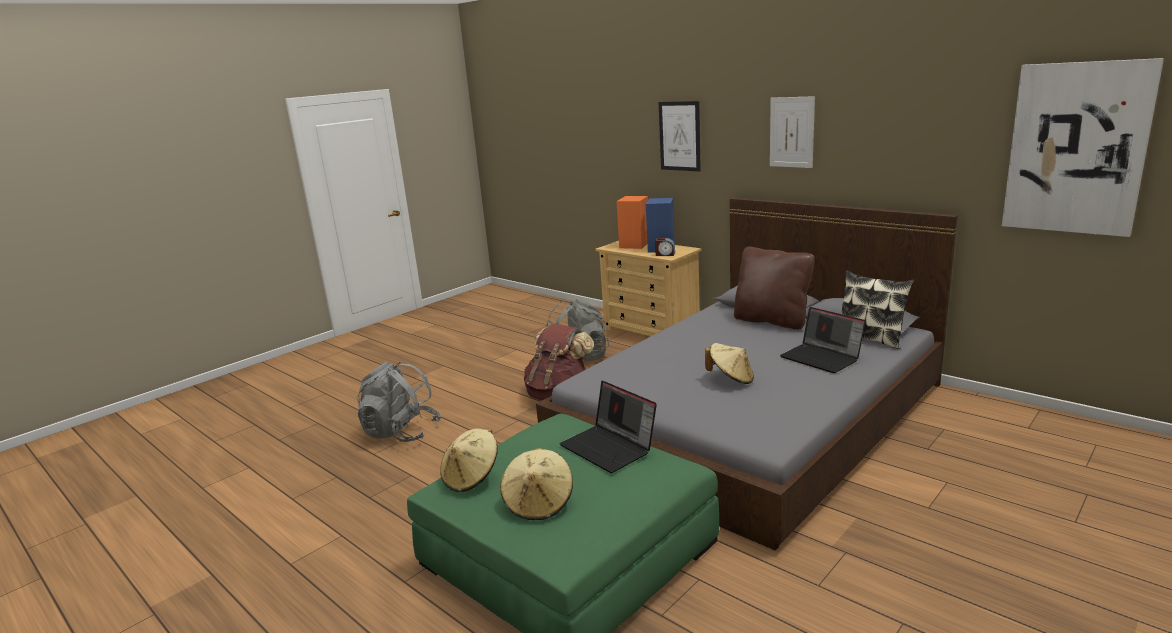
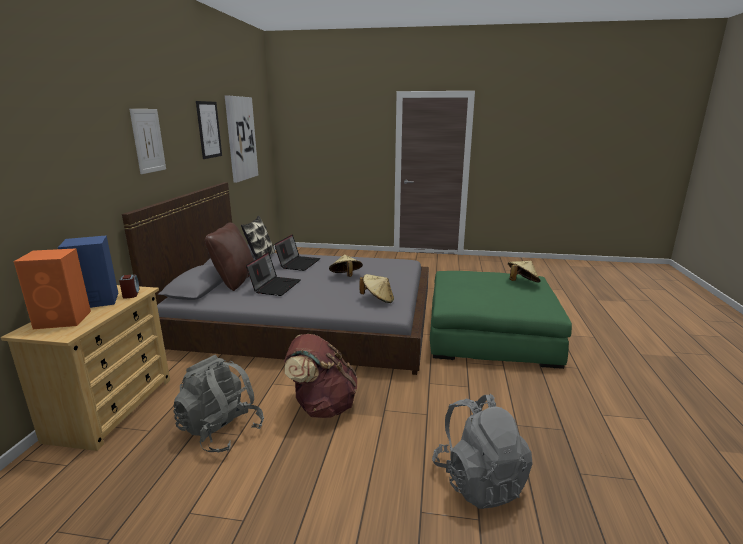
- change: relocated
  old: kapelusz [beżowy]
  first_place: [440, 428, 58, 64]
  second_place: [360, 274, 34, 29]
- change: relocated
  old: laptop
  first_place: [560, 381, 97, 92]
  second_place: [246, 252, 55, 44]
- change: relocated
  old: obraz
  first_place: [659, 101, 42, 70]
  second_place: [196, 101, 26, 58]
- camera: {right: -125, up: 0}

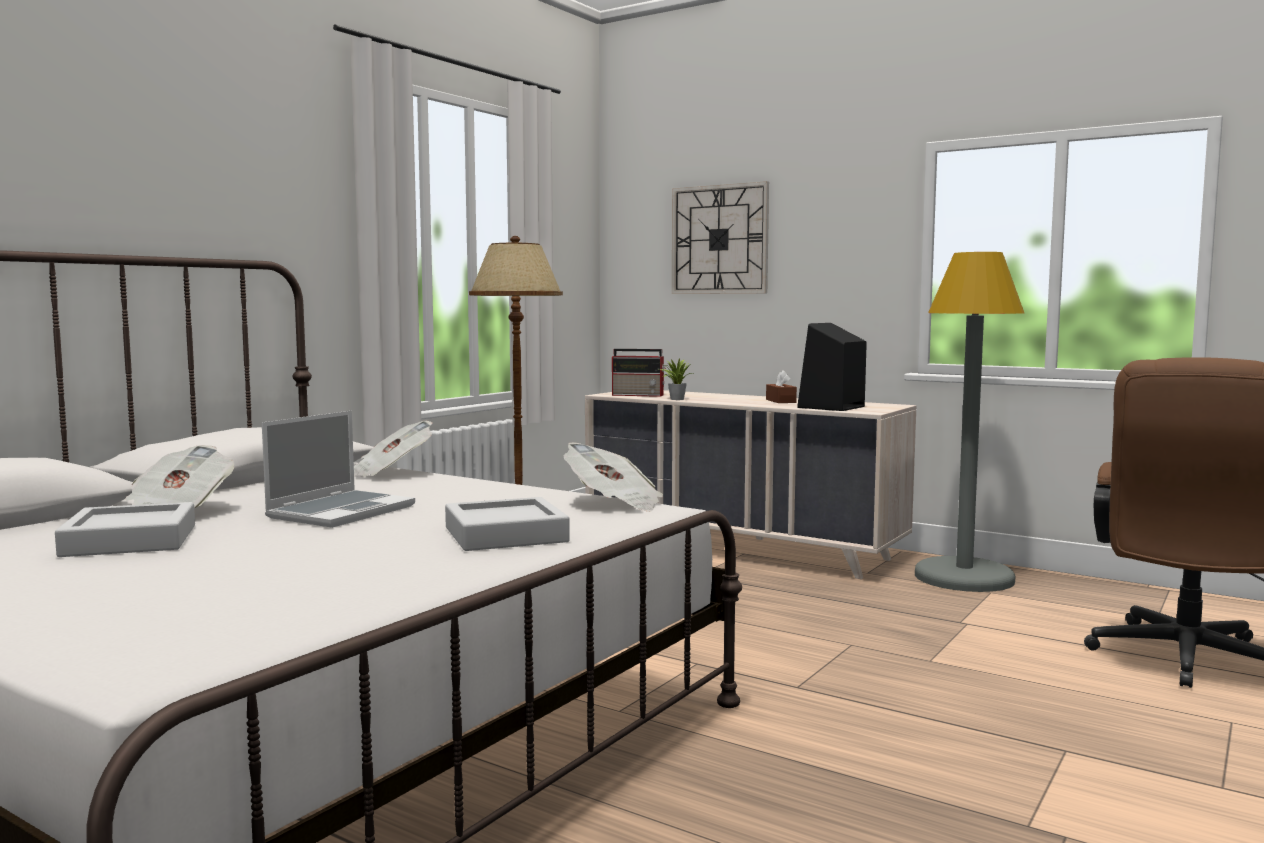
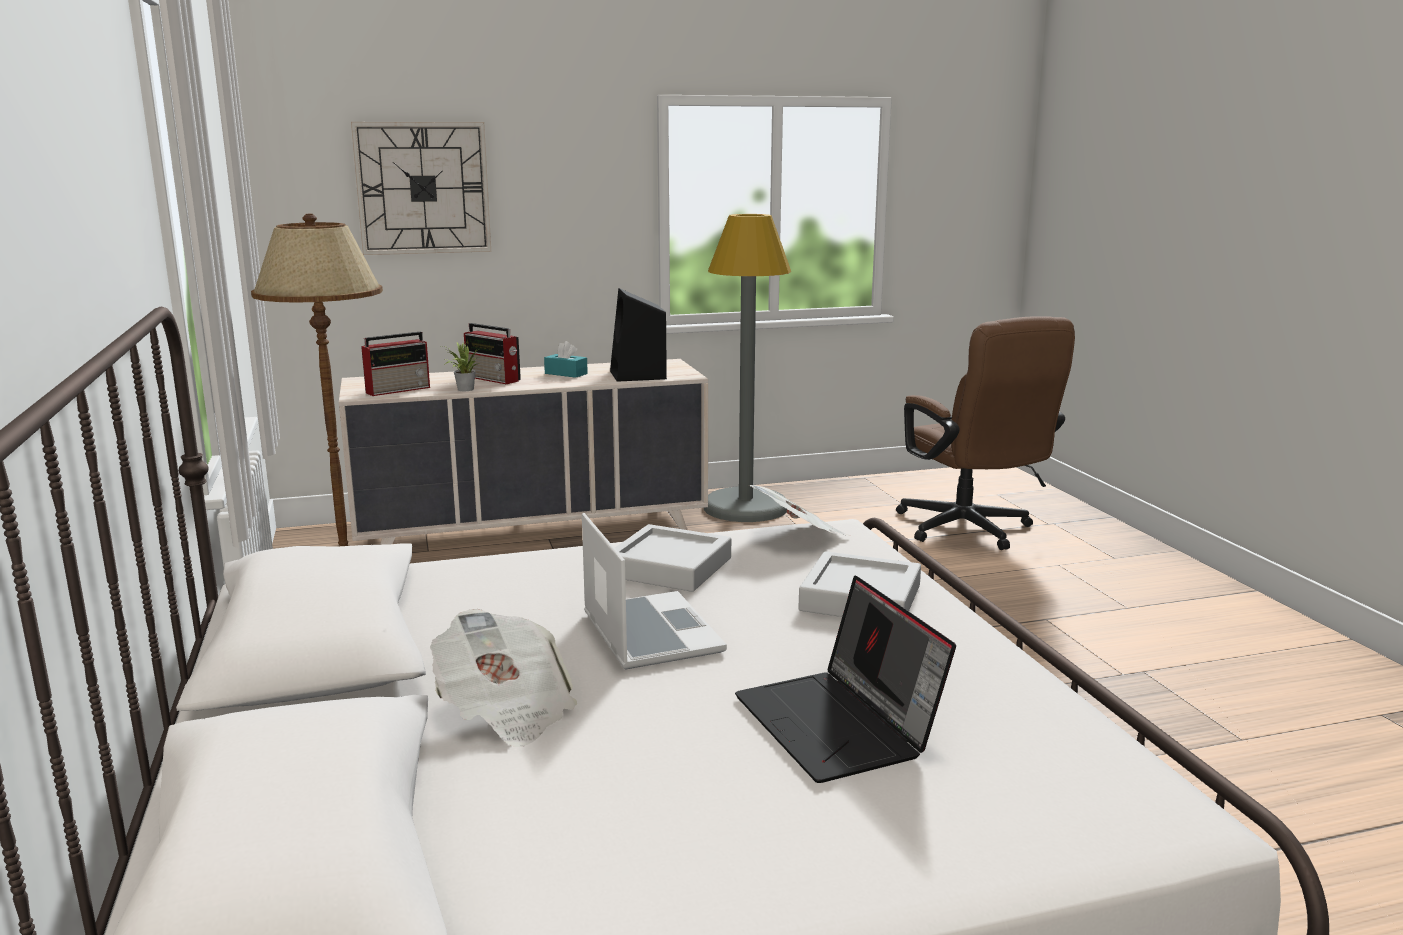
- change: relocated
  old: taca [szary]
  first_place: [55, 502, 140, 55]
  second_place: [615, 524, 116, 68]
- change: missing
  old: gazeta
  first_place: [354, 421, 79, 56]
- change: colour
  old: pudełko chusteczek [brązowy]
  new: pudełko chusteczek [turkusowy]
  first_place: [766, 370, 31, 33]
  second_place: [544, 341, 44, 37]
- change: appeared
  new: radio
  second_place: [464, 323, 57, 61]
- change: appeared
  new: laptop
  second_place: [735, 575, 221, 208]
- camera: {right: -50, up: 10}

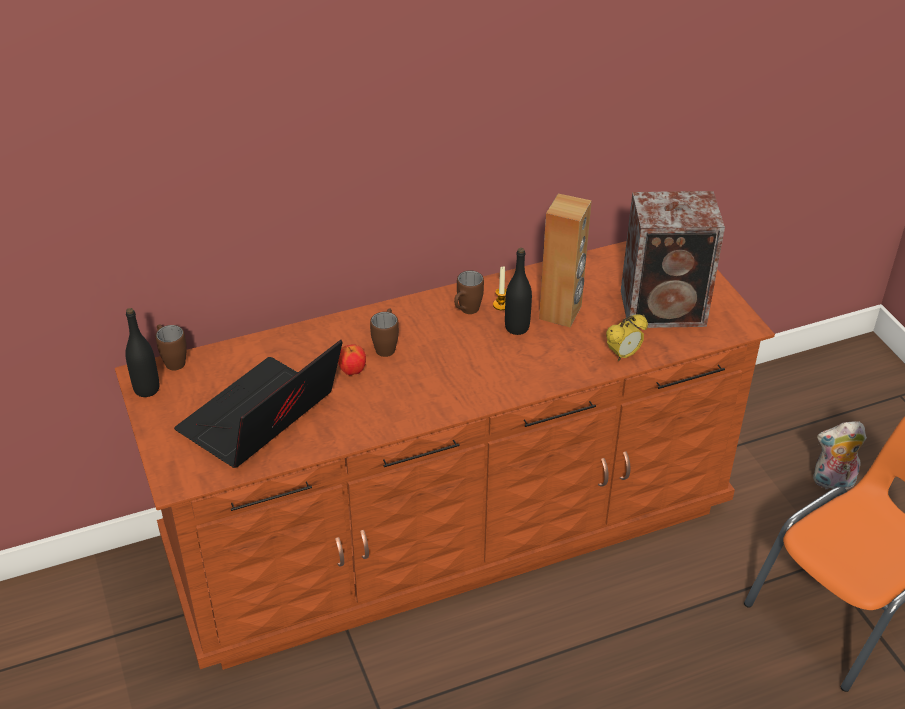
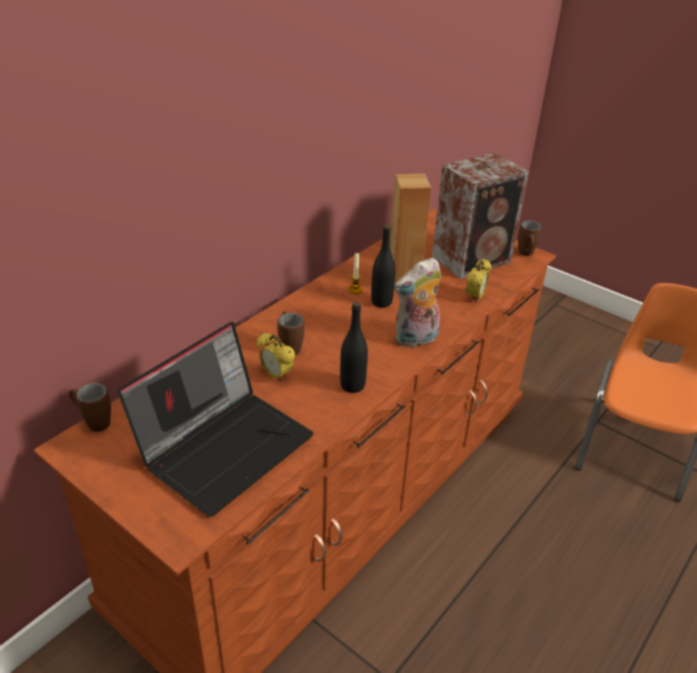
- change: relocated
  old: butelka [czarny]
  first_place: [125, 308, 34, 89]
  second_place: [340, 302, 28, 91]
- change: spun
  old: laptop
  first_place: [174, 340, 169, 128]
  second_place: [117, 322, 197, 195]
  degrees: -150
- change: exchanged
  old: jabłko
  new: budzik
  first_place: [338, 344, 28, 31]
  second_place: [257, 333, 38, 49]
- change: relocated
  old: kubek [brązowy]
  first_place: [454, 271, 30, 43]
  second_place: [518, 220, 24, 36]
- change: relocated
  old: pluszak
  first_place: [813, 422, 54, 68]
  second_place: [394, 258, 47, 89]
- camera: {right: -30, up: -5}

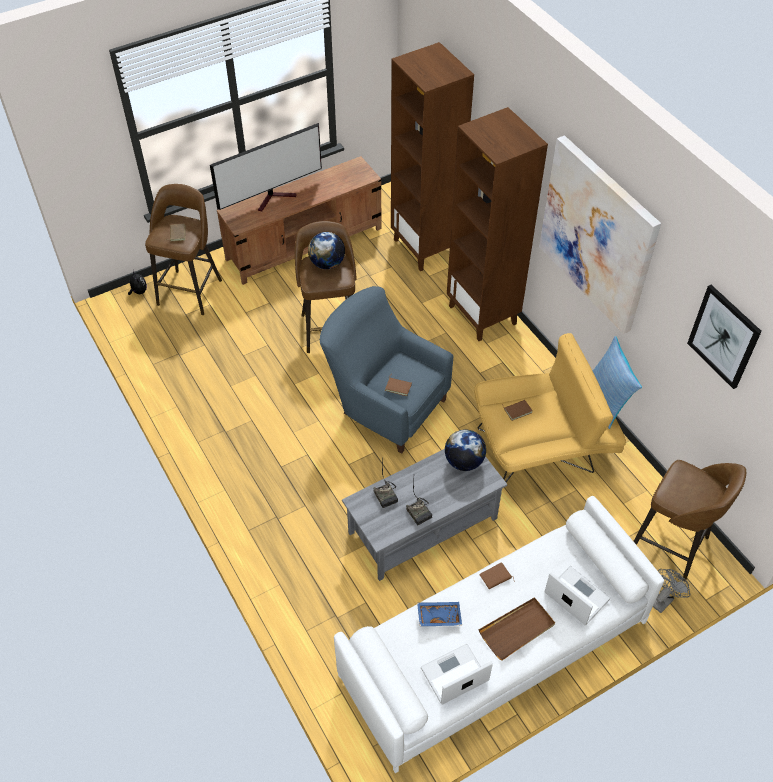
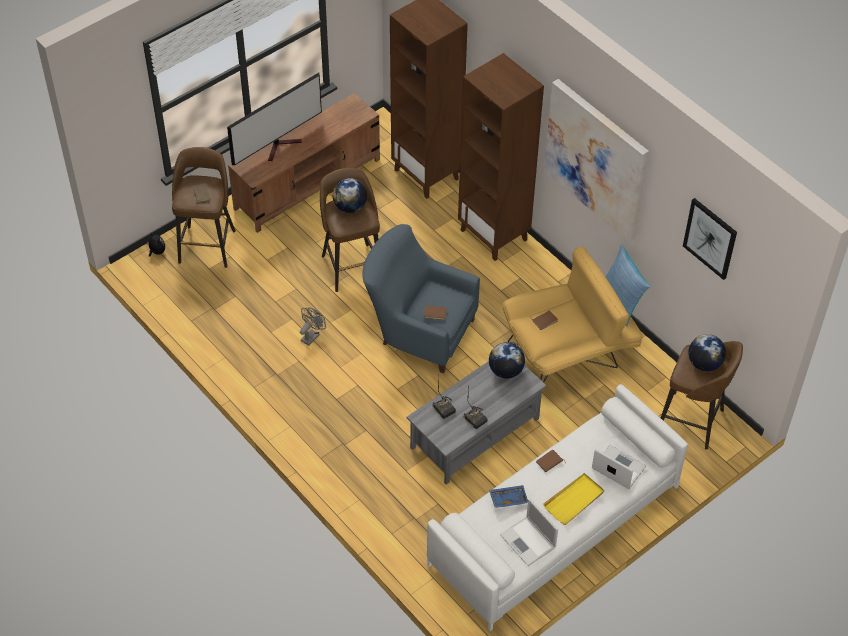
- change: spun
  old: laptop
  first_place: [421, 644, 72, 61]
  second_place: [500, 499, 58, 67]
  degrees: -90
- change: colour
  old: taca [brązowy]
  new: taca [żółty]
  first_place: [478, 597, 77, 64]
  second_place: [543, 473, 61, 52]
- change: relocated
  old: wentylator [szary]
  first_place: [653, 569, 37, 44]
  second_place: [300, 308, 26, 38]
- change: appeared
  new: globus
  second_place: [688, 334, 38, 37]
- camera: {right: -10, up: 0}

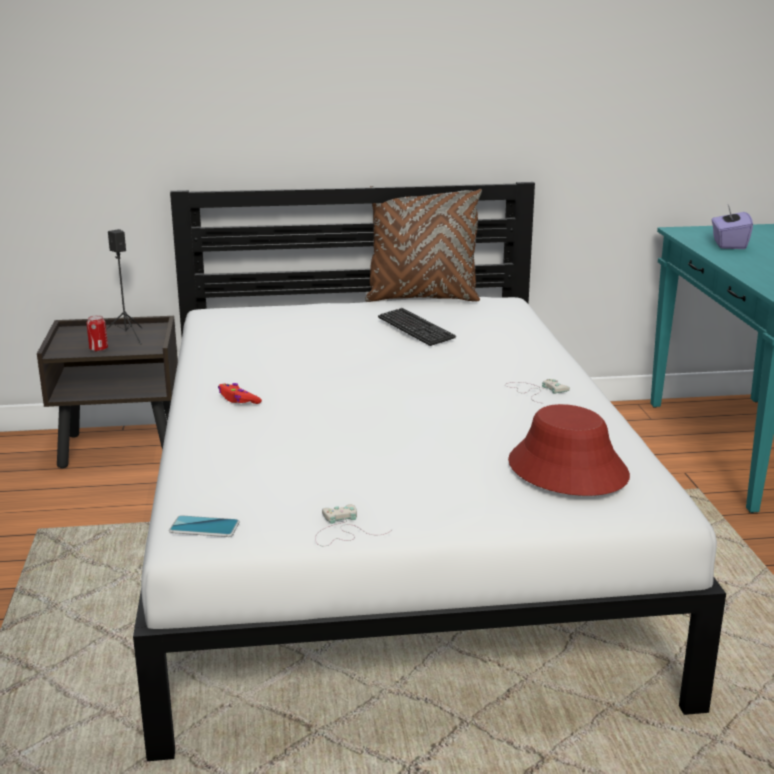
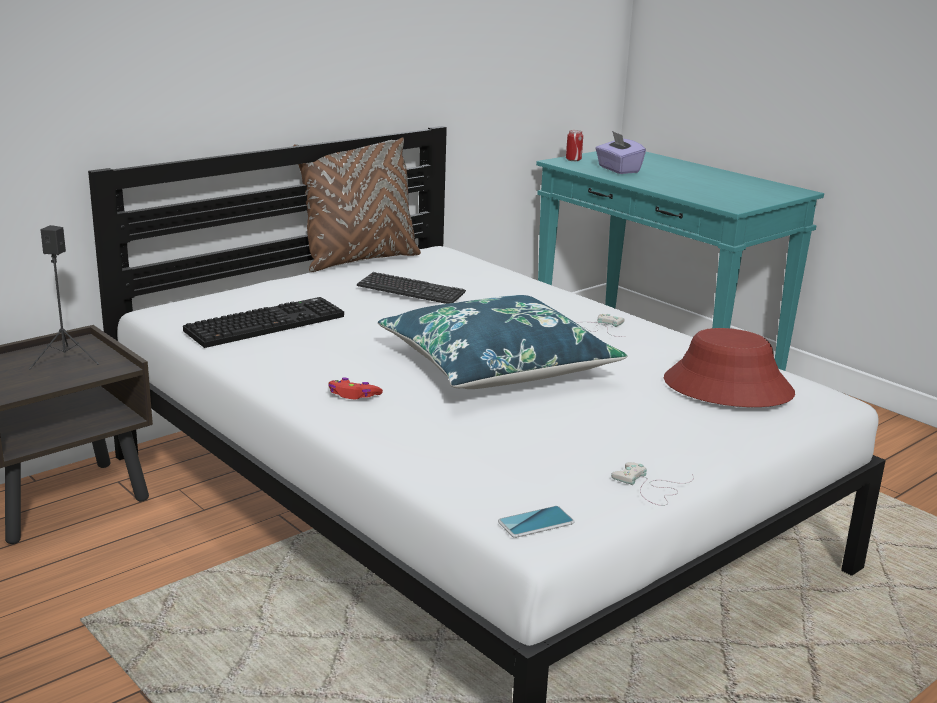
- change: relocated
  old: puszka
  first_place: [87, 315, 21, 37]
  second_place: [566, 130, 17, 31]
- change: appeared
  new: klawiatura
  second_place: [183, 297, 161, 51]
- change: appeared
  new: poduszka [niebieski]
  second_place: [378, 295, 249, 94]
- camera: {right: -35, up: 0}

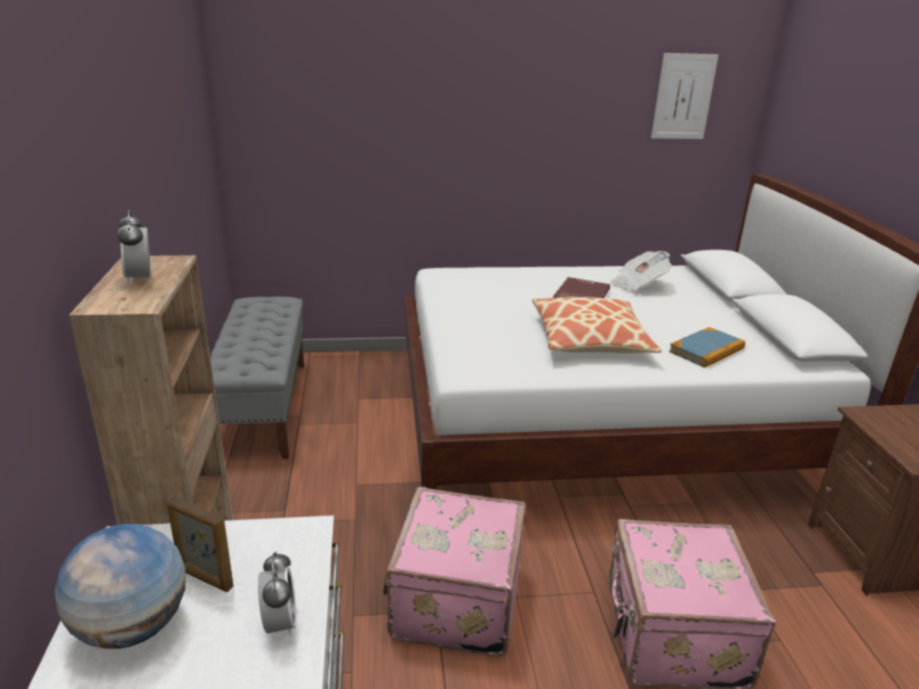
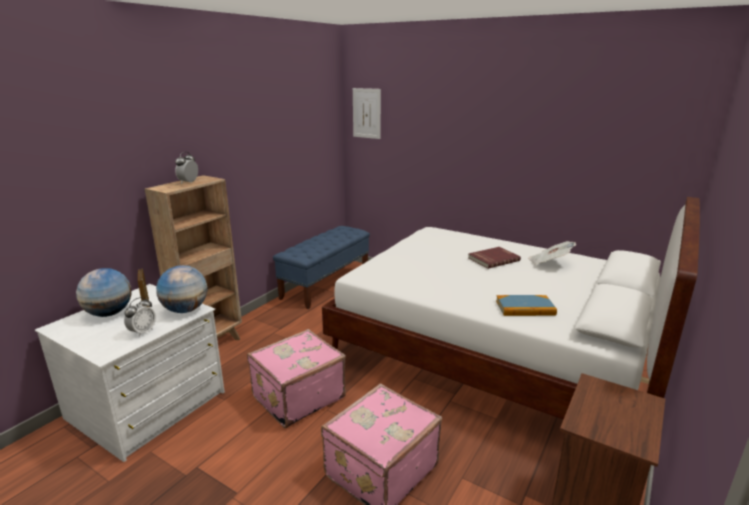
- change: colour
  old: ławka [szary]
  new: ławka [niebieski]
  first_place: [210, 296, 94, 163]
  second_place: [273, 226, 97, 83]
- change: missing
  old: poduszka
  first_place: [532, 297, 130, 56]
- change: relocated
  old: obraz
  first_place: [651, 53, 67, 86]
  second_place: [353, 88, 28, 51]
- change: appeared
  new: globus
  second_place: [156, 265, 51, 48]
- camera: {right: 40, up: -5}

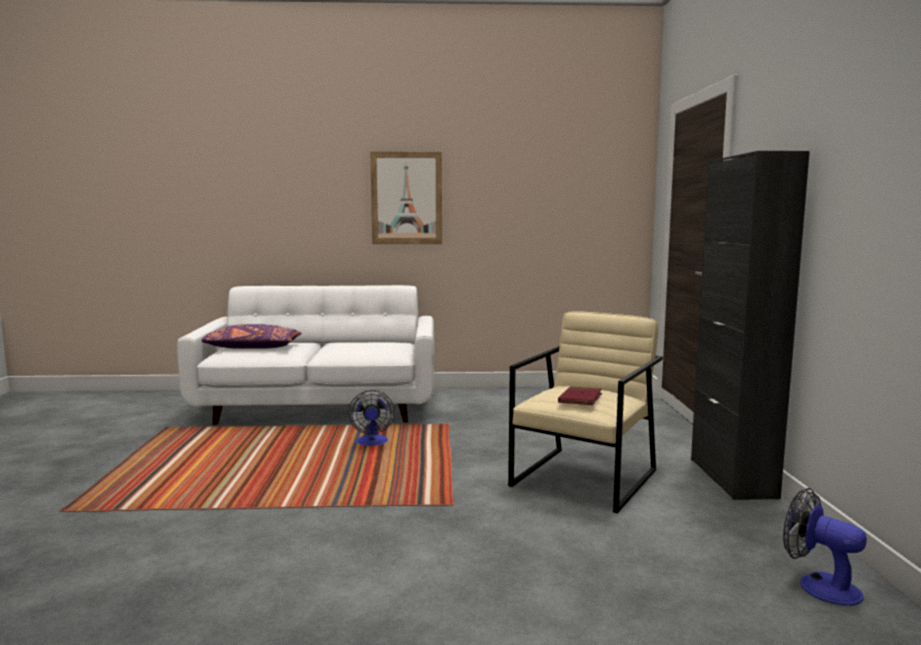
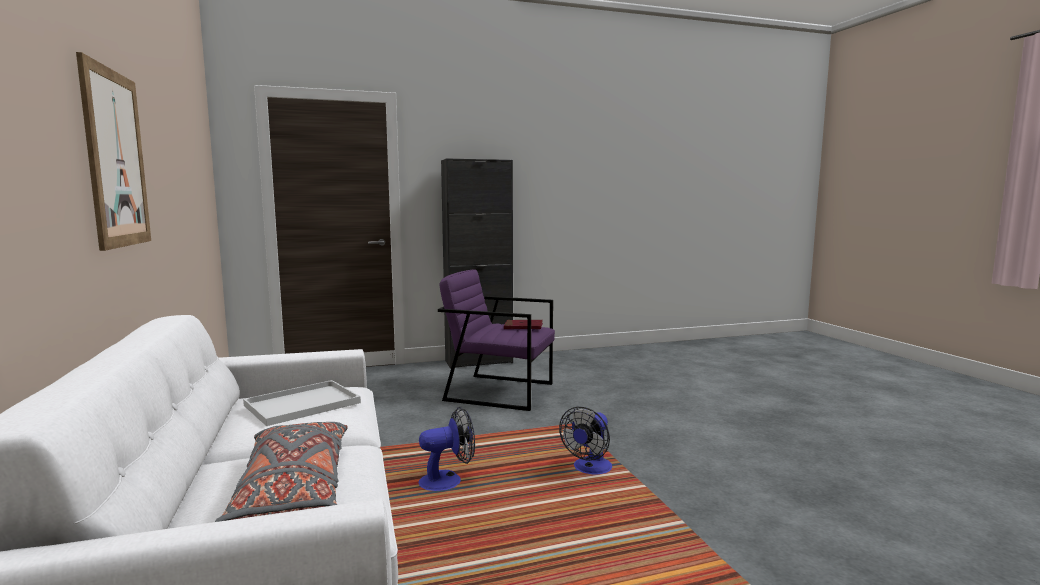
- change: colour
  old: poduszka [fioletowy]
  new: poduszka [szary]
  first_place: [202, 324, 100, 25]
  second_place: [215, 422, 132, 100]
- change: colour
  old: fotel [beżowy]
  new: fotel [fioletowy]
  first_place: [508, 311, 155, 202]
  second_place: [438, 269, 117, 142]
- change: relocated
  old: wentylator
  first_place: [783, 488, 84, 118]
  second_place: [559, 406, 53, 68]
- change: appeared
  new: taca [biały]
  second_place: [243, 380, 118, 46]
- camera: {right: -105, up: 0}

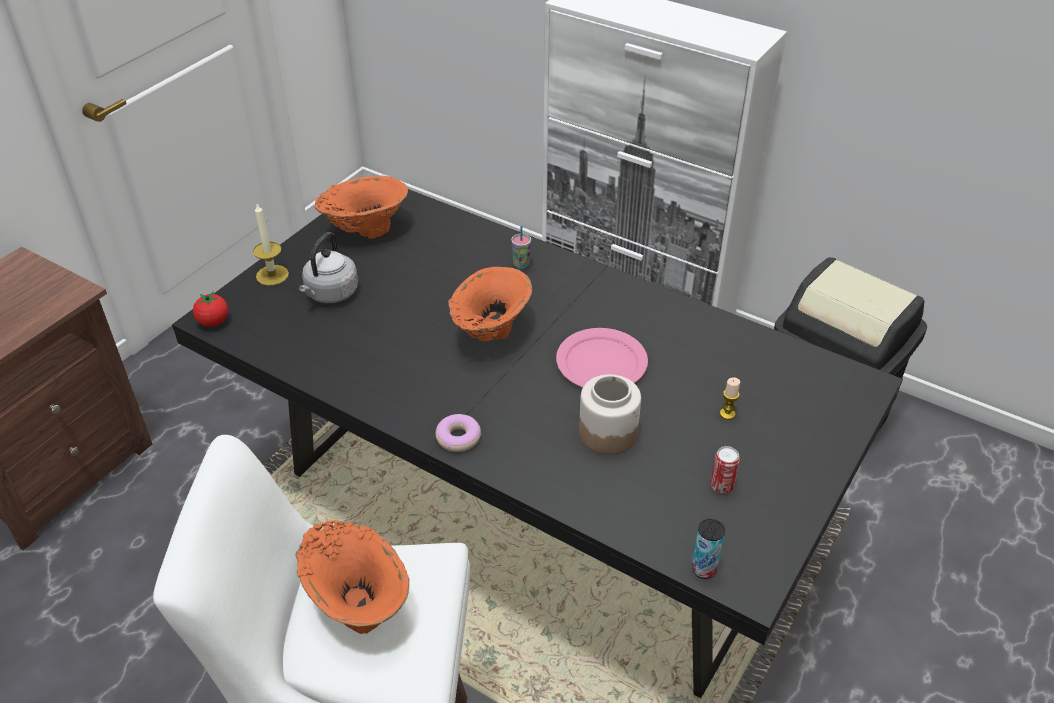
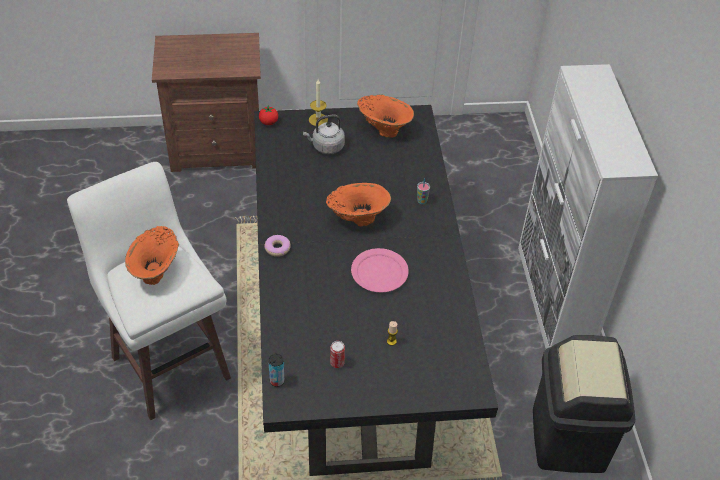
- change: missing
  old: słoik
  first_place: [579, 374, 62, 81]
- camera: {right: 50, up: 5}

